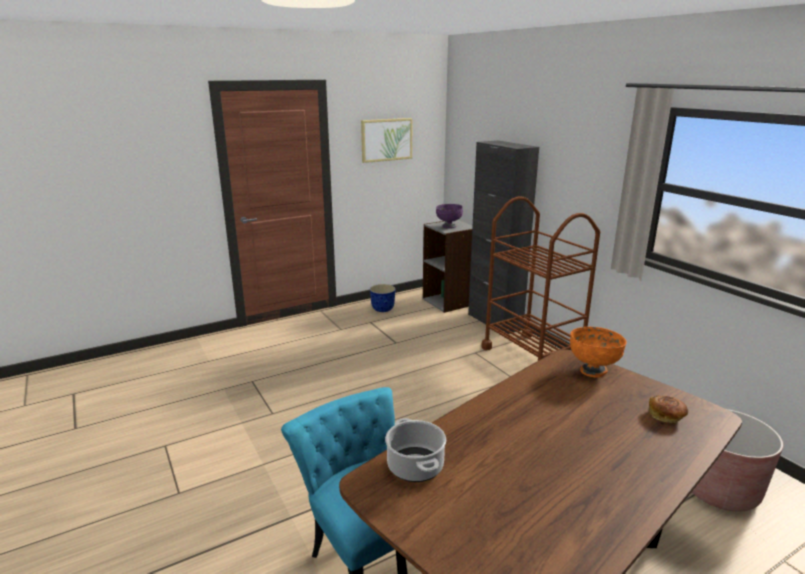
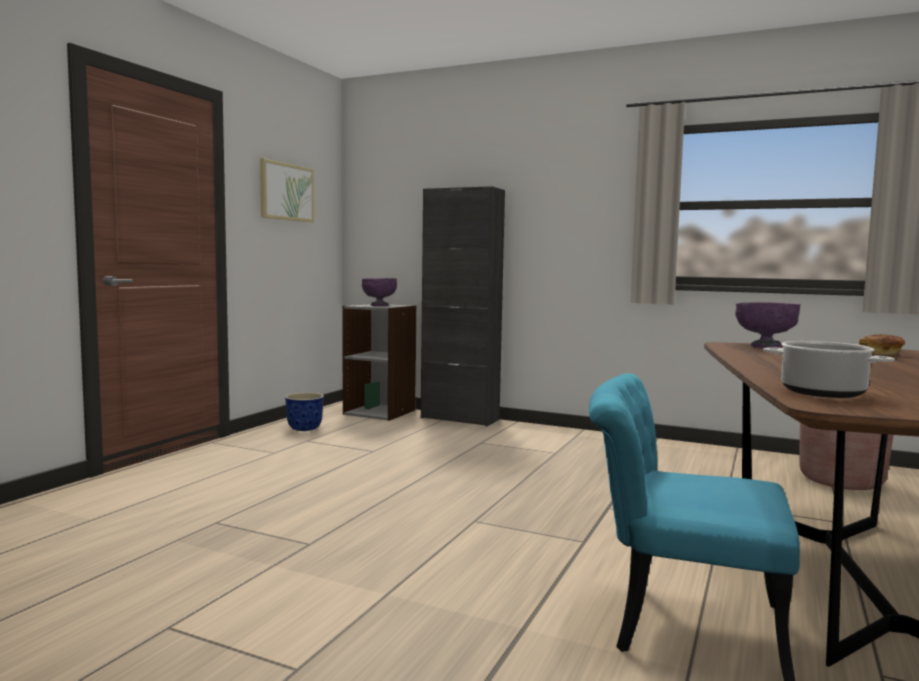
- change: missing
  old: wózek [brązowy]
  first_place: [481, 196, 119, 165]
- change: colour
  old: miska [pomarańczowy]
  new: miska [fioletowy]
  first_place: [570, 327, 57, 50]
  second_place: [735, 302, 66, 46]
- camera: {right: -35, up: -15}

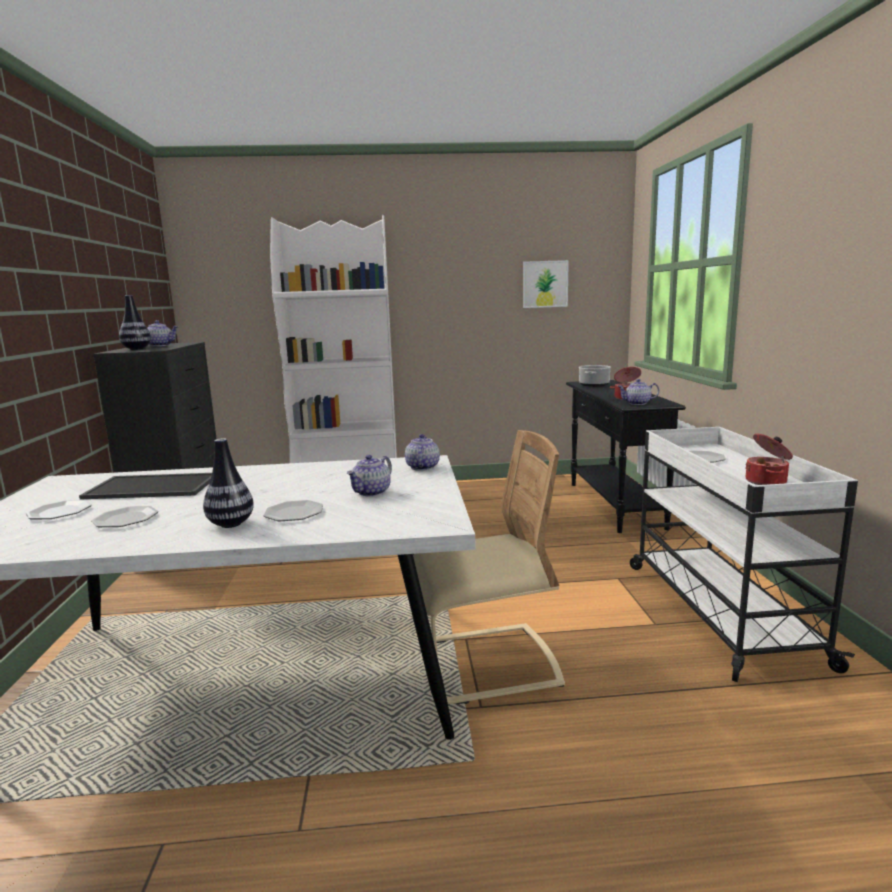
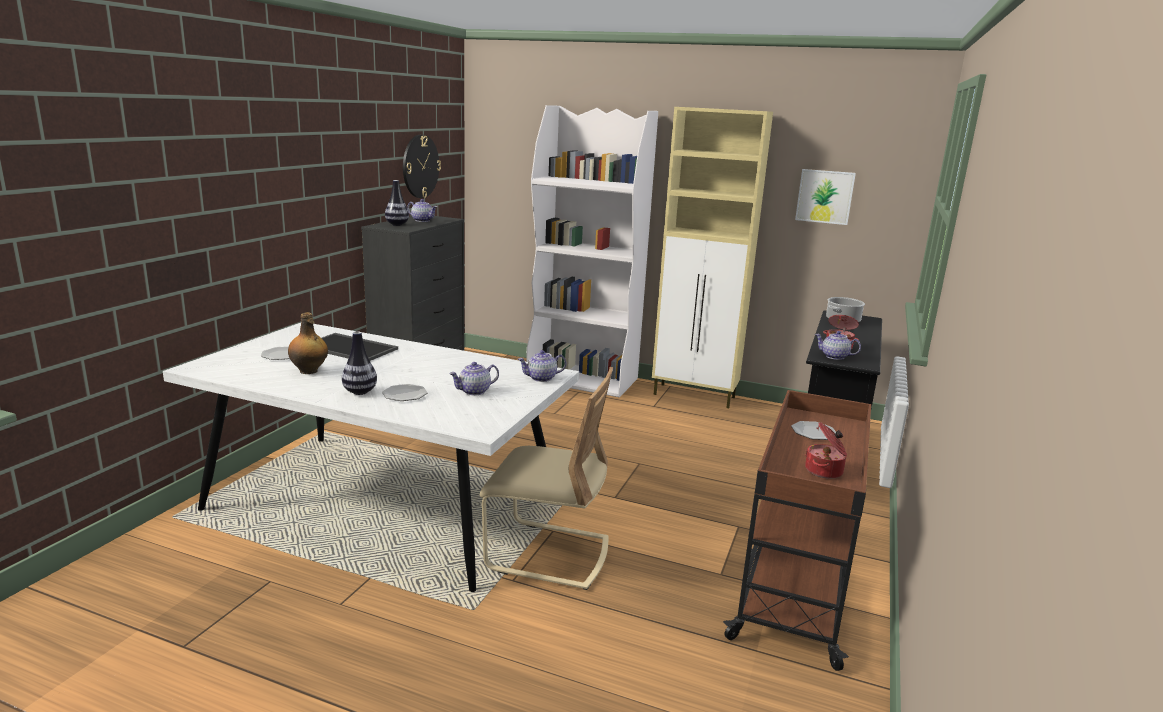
- change: exchanged
  old: talerz
  new: butelka
  first_place: [91, 506, 67, 21]
  second_place: [288, 313, 40, 61]
- change: spun
  old: imbryk
  first_place: [405, 434, 35, 37]
  second_place: [518, 350, 48, 32]
  degrees: -135
- change: colour
  old: wózek [biały]
  new: wózek [brązowy]
  first_place: [630, 427, 228, 255]
  second_place: [723, 390, 148, 281]
- change: appeared
  new: zegar ścienny
  second_place: [403, 135, 38, 63]
- change: appeared
  new: szafka [beżowy]
  second_place: [652, 107, 121, 301]
- camera: {right: 25, up: 5}

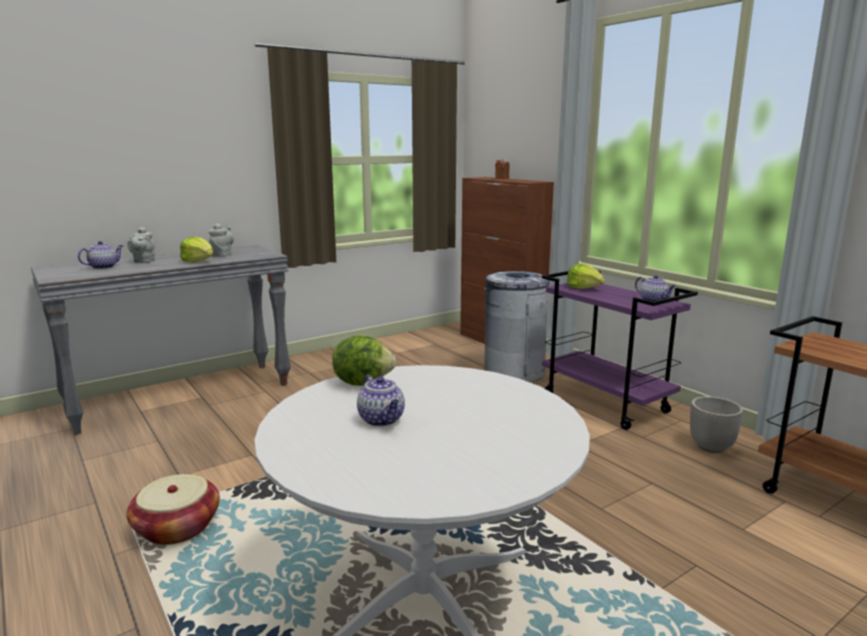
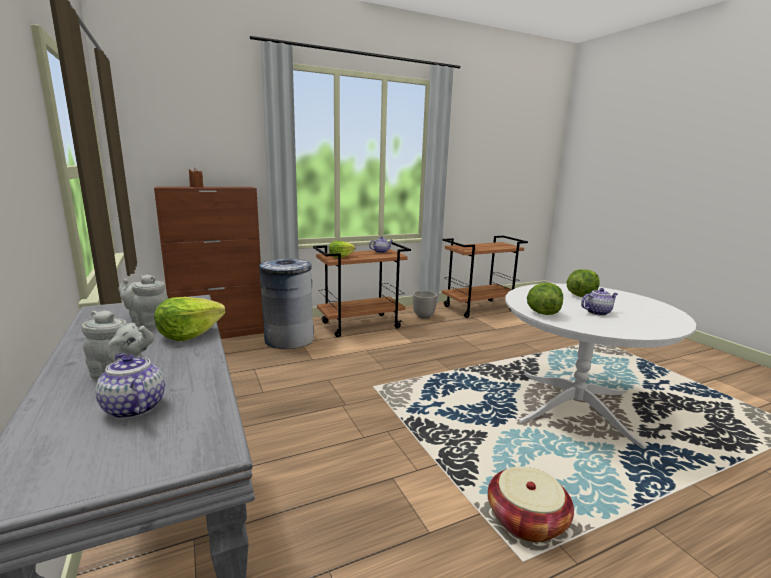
- change: colour
  old: wózek [fioletowy]
  new: wózek [brązowy]
  first_place: [542, 271, 156, 159]
  second_place: [313, 242, 98, 95]
- change: appeared
  new: sałata
  second_place: [567, 269, 33, 28]
- camera: {right: -80, up: 0}

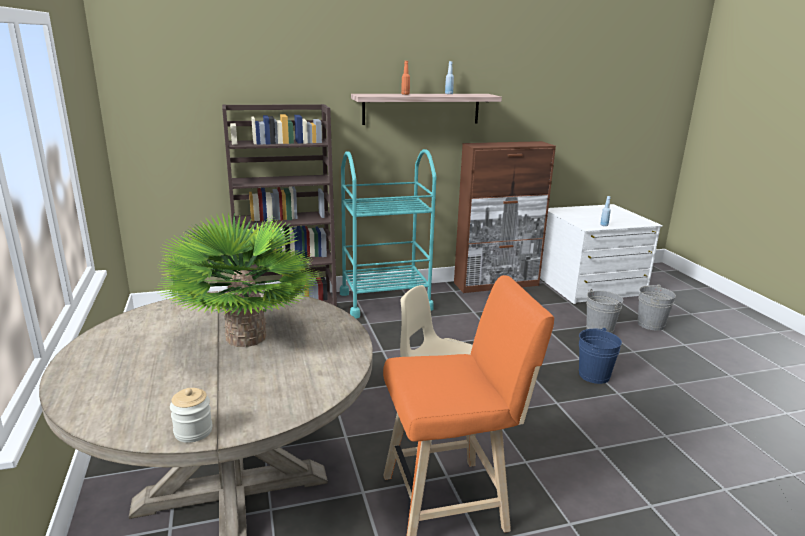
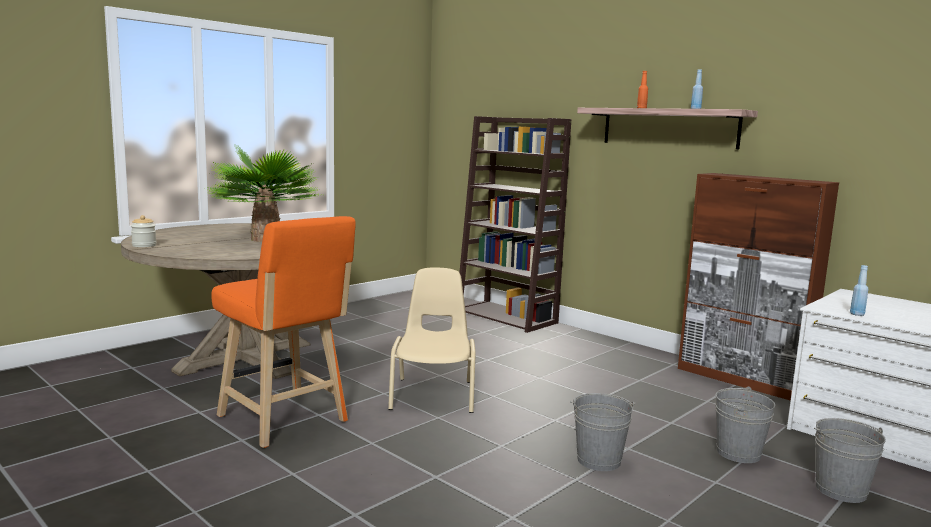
- change: missing
  old: wózek [turkusowy]
  first_place: [340, 149, 96, 170]
- change: colour
  old: wiadro [niebieski]
  new: wiadro [szary]
  first_place: [579, 328, 43, 56]
  second_place: [570, 393, 66, 78]
- camera: {right: 60, up: -10}

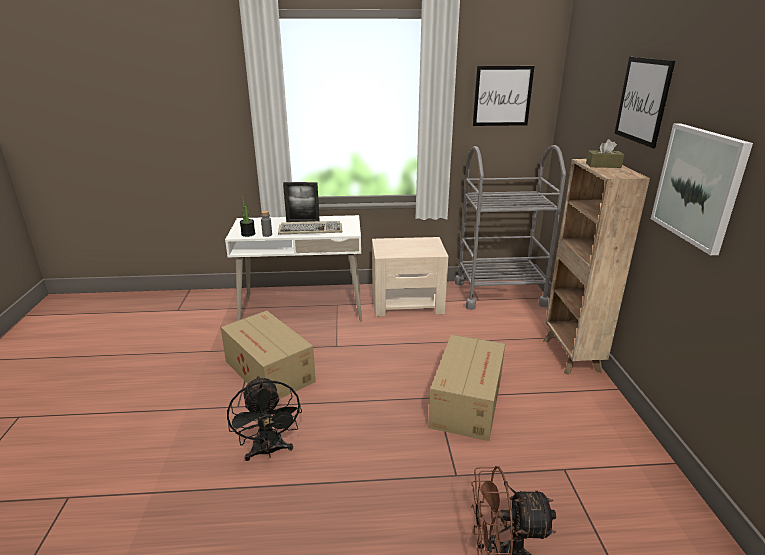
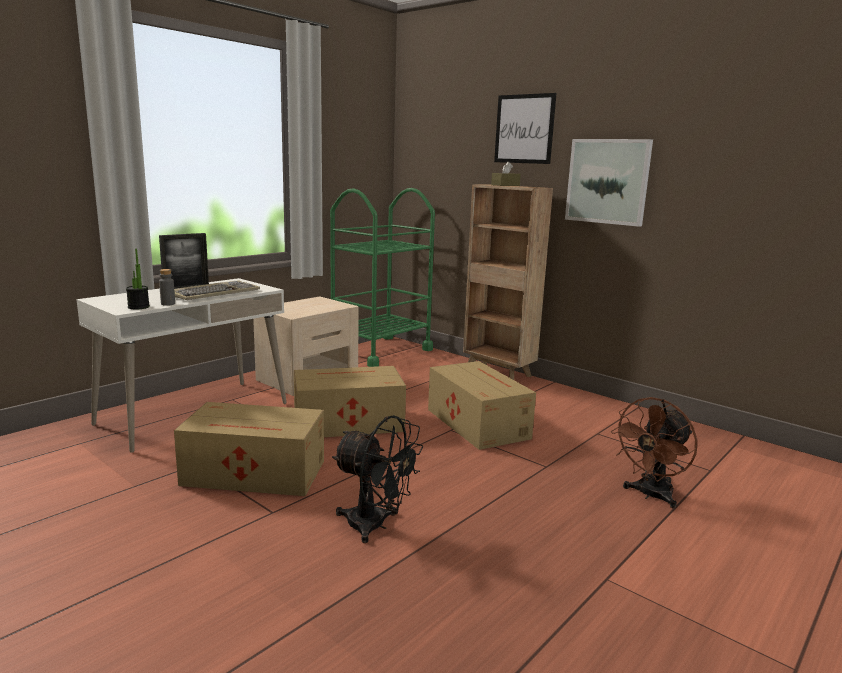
- change: colour
  old: wózek [szary]
  new: wózek [zielony]
  first_place: [455, 145, 111, 165]
  second_place: [330, 188, 105, 179]
- change: missing
  old: obraz
  first_place: [473, 66, 61, 60]
- change: appeared
  new: karton
  second_place: [294, 366, 112, 71]
- camera: {right: -45, up: -10}

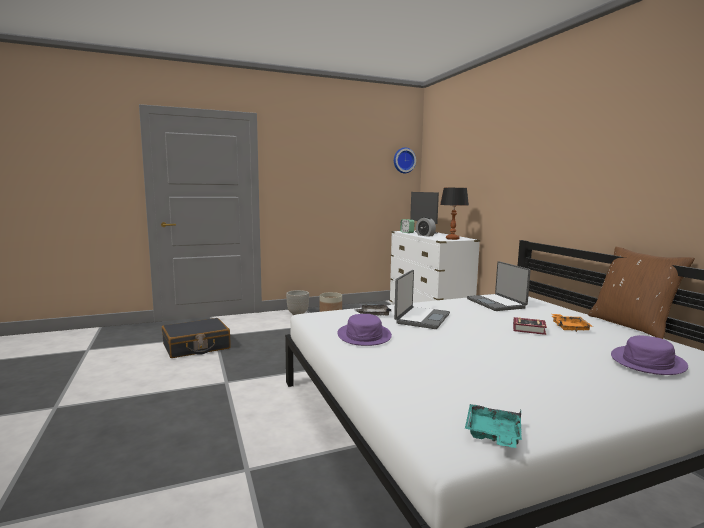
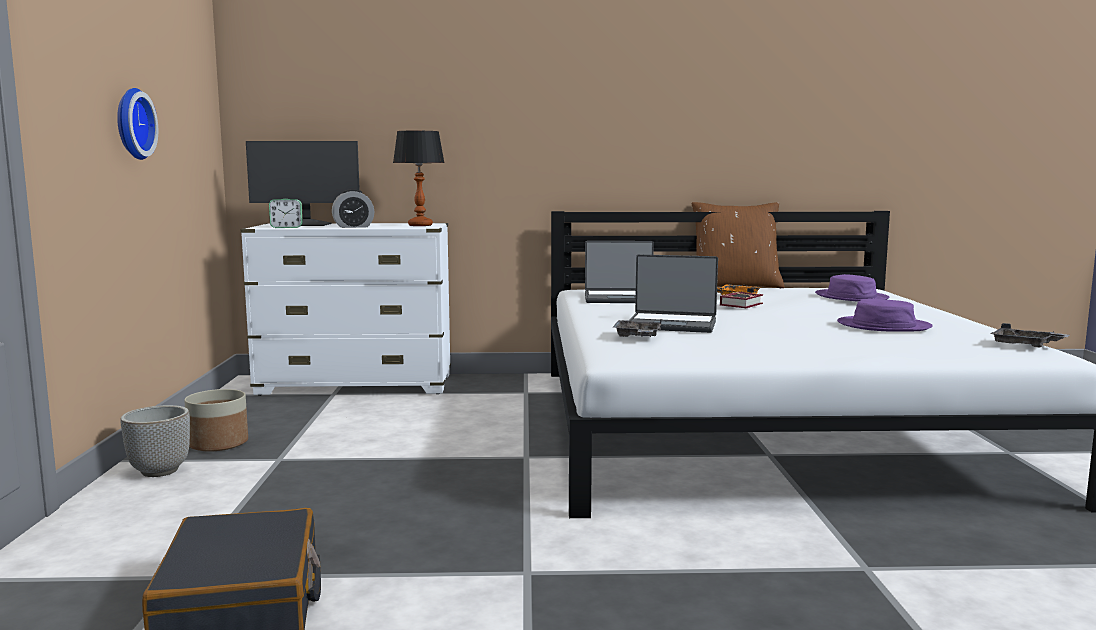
- change: relocated
  old: kapelusz [fioletowy]
  first_place: [337, 314, 55, 32]
  second_place: [837, 299, 96, 33]
- change: relocated
  old: zegar ścienny
  first_place: [394, 148, 22, 25]
  second_place: [117, 88, 41, 72]
- change: spun
  old: laptop
  first_place: [394, 270, 56, 59]
  second_place: [629, 254, 89, 79]
  degrees: 150
- change: colour
  old: taca [turkusowy]
  new: taca [szary]
  first_place: [465, 404, 57, 44]
  second_place: [991, 323, 79, 24]
- camera: {right: -70, up: 0}

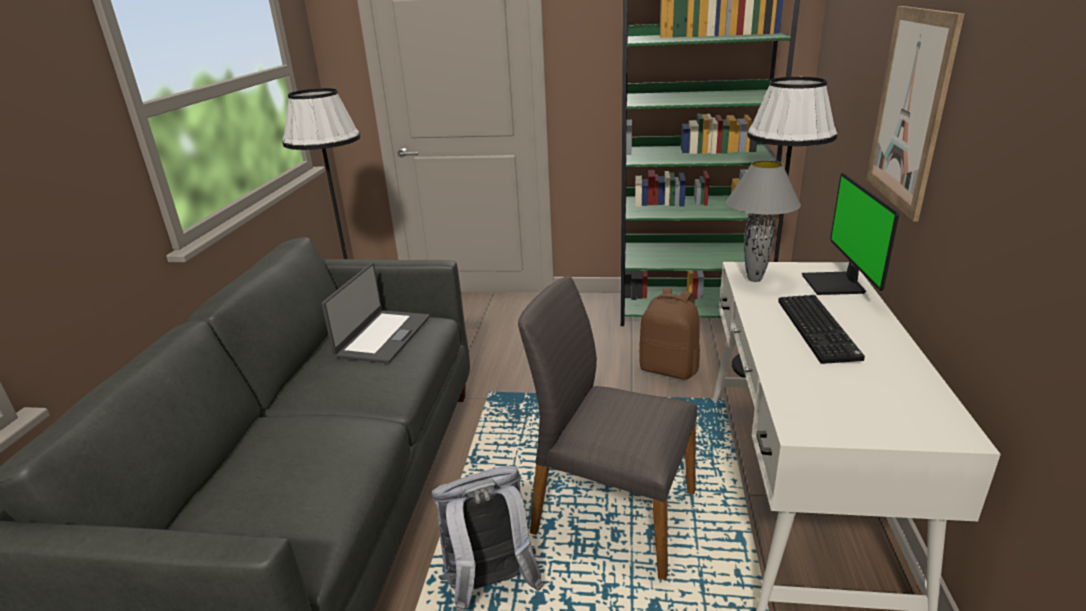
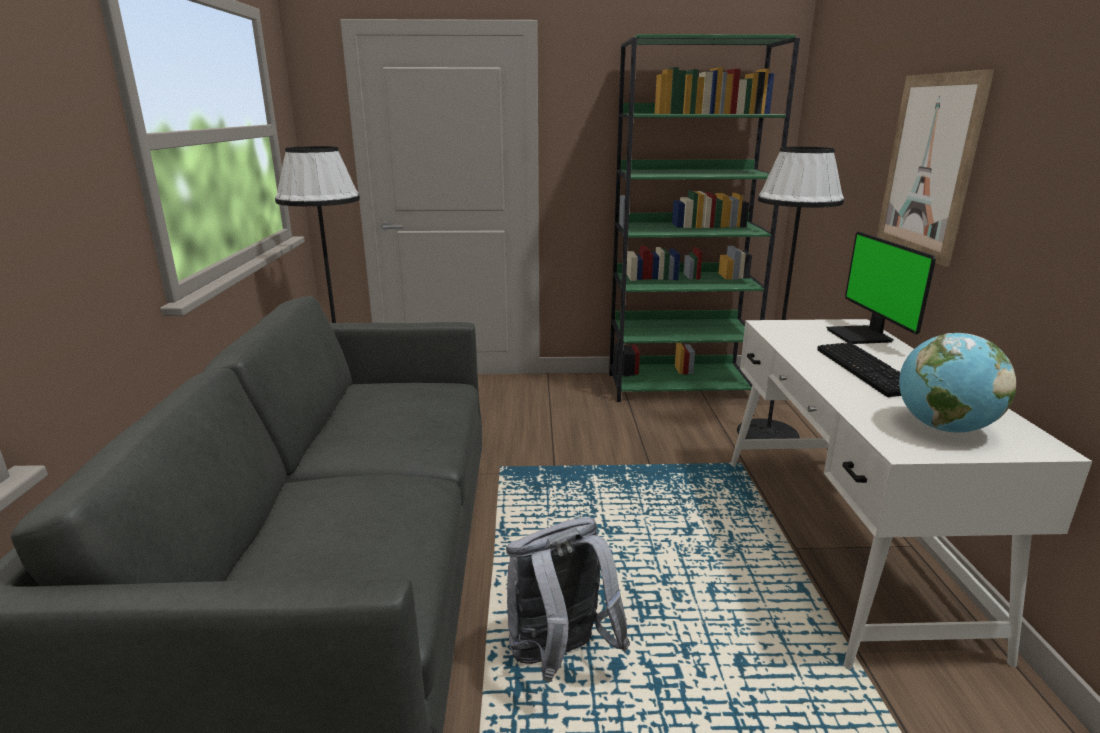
- change: missing
  old: laptop
  first_place: [321, 263, 109, 101]
- change: missing
  old: krzesło [szary]
  first_place: [518, 276, 179, 304]
- change: missing
  old: plecak [brązowy]
  first_place: [639, 288, 61, 92]
- change: missing
  old: lampa stołowa [szary]
  first_place: [726, 160, 75, 122]
- change: appeared
  new: globus
  second_place: [899, 333, 117, 100]
- camera: {right: -10, up: -5}

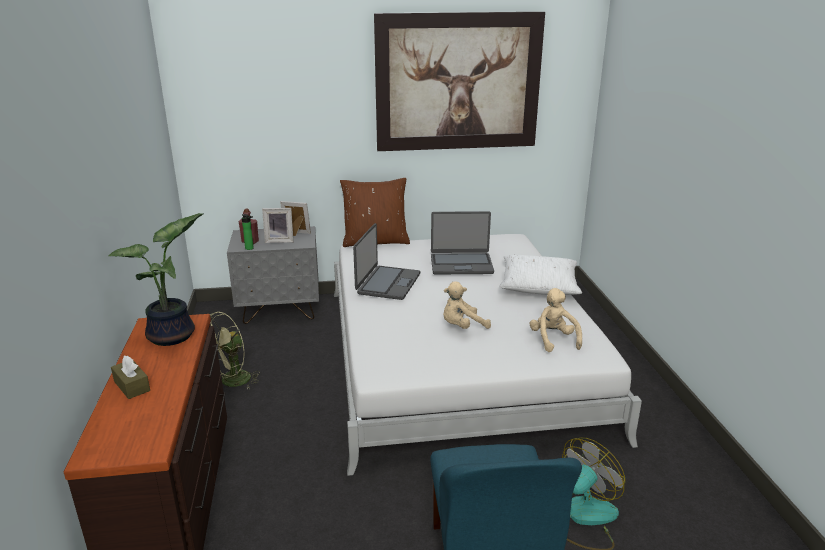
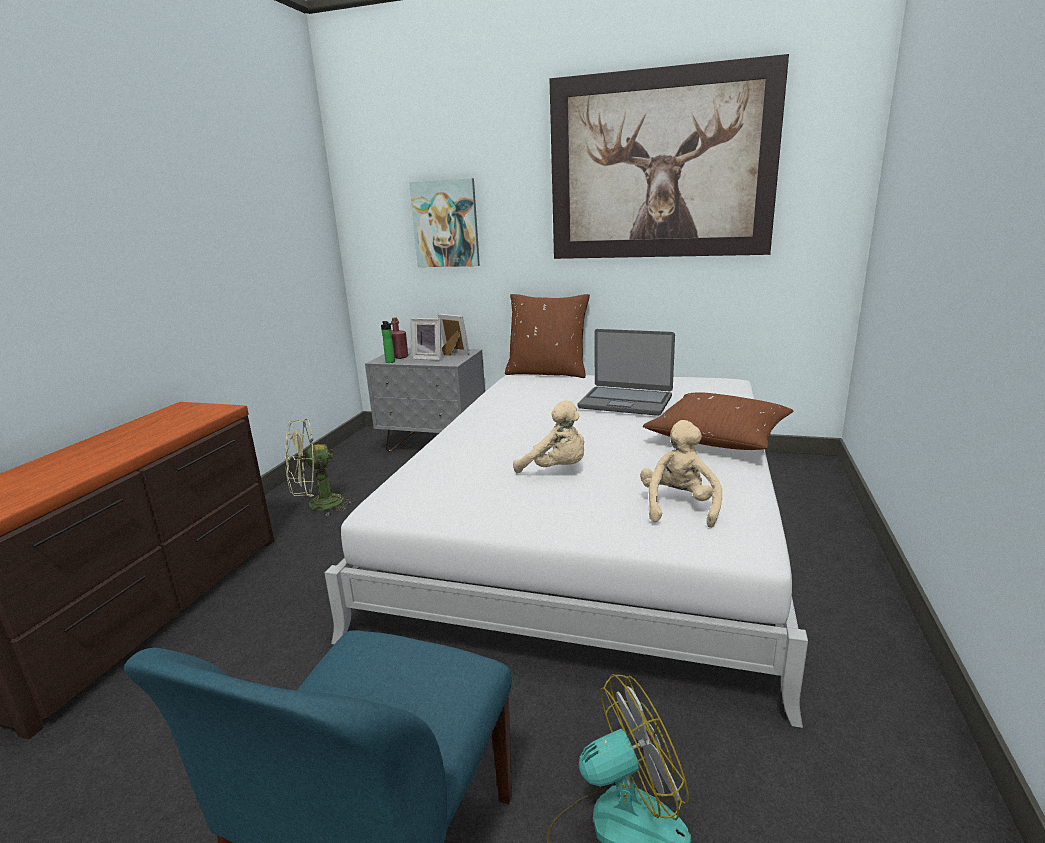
- change: missing
  old: roślina doniczkowa
  first_place: [108, 213, 96, 133]
- change: missing
  old: pudełko chusteczek [brązowy]
  first_place: [111, 356, 39, 43]
- change: missing
  old: laptop
  first_place: [353, 223, 67, 77]
- change: spun
  old: pluszak [beżowy]
  first_place: [443, 281, 48, 48]
  second_place: [513, 400, 71, 74]
  degrees: -150
- change: colour
  old: poduszka [biały]
  new: poduszka [brązowy]
  first_place: [499, 255, 83, 40]
  second_place: [643, 392, 150, 58]
- change: appeared
  new: obraz
  second_place: [409, 178, 71, 89]
- camera: {right: 25, up: -5}

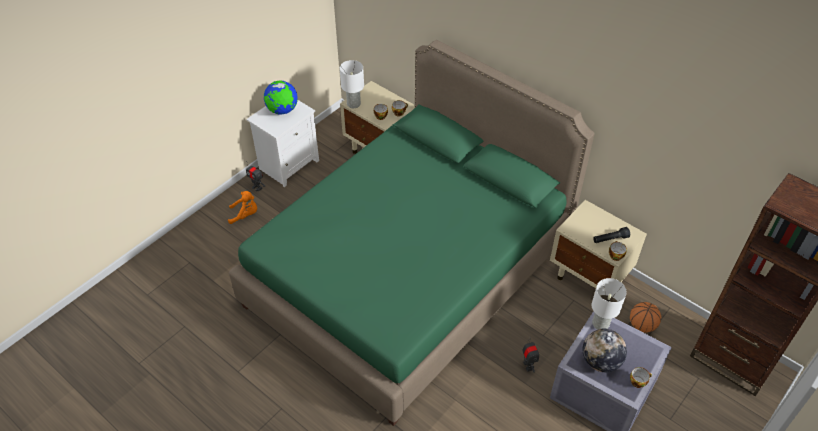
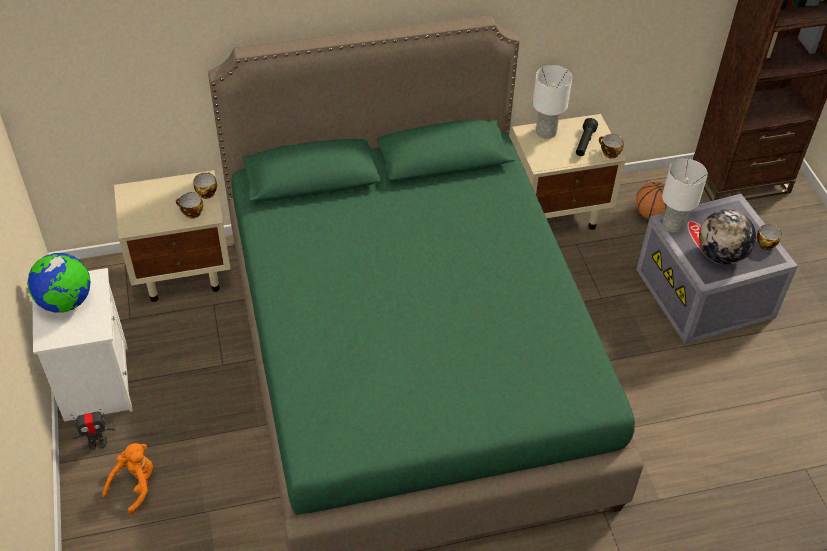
- change: relocated
  old: lampa stołowa [biały]
  first_place: [340, 60, 24, 48]
  second_place: [533, 65, 39, 74]
- change: missing
  old: robot zabawkowy
  first_place: [522, 342, 17, 31]
- camera: {right: -55, up: 0}

